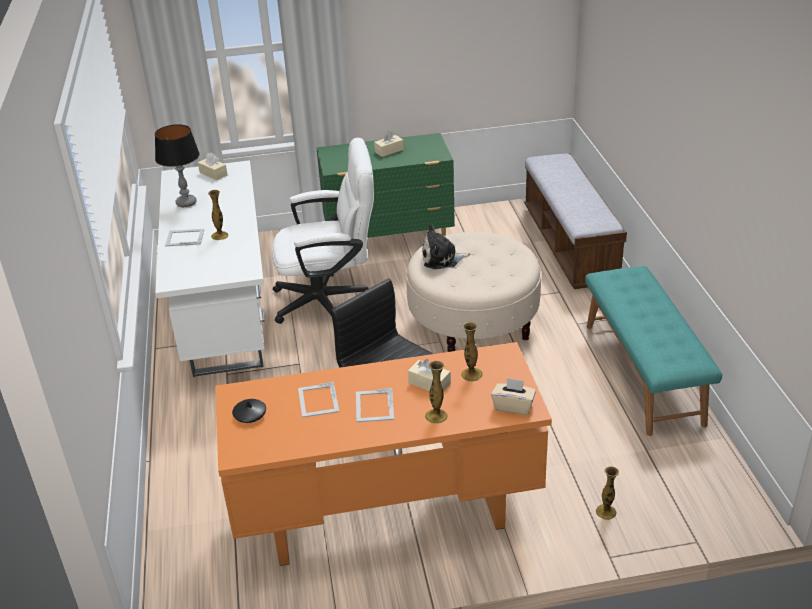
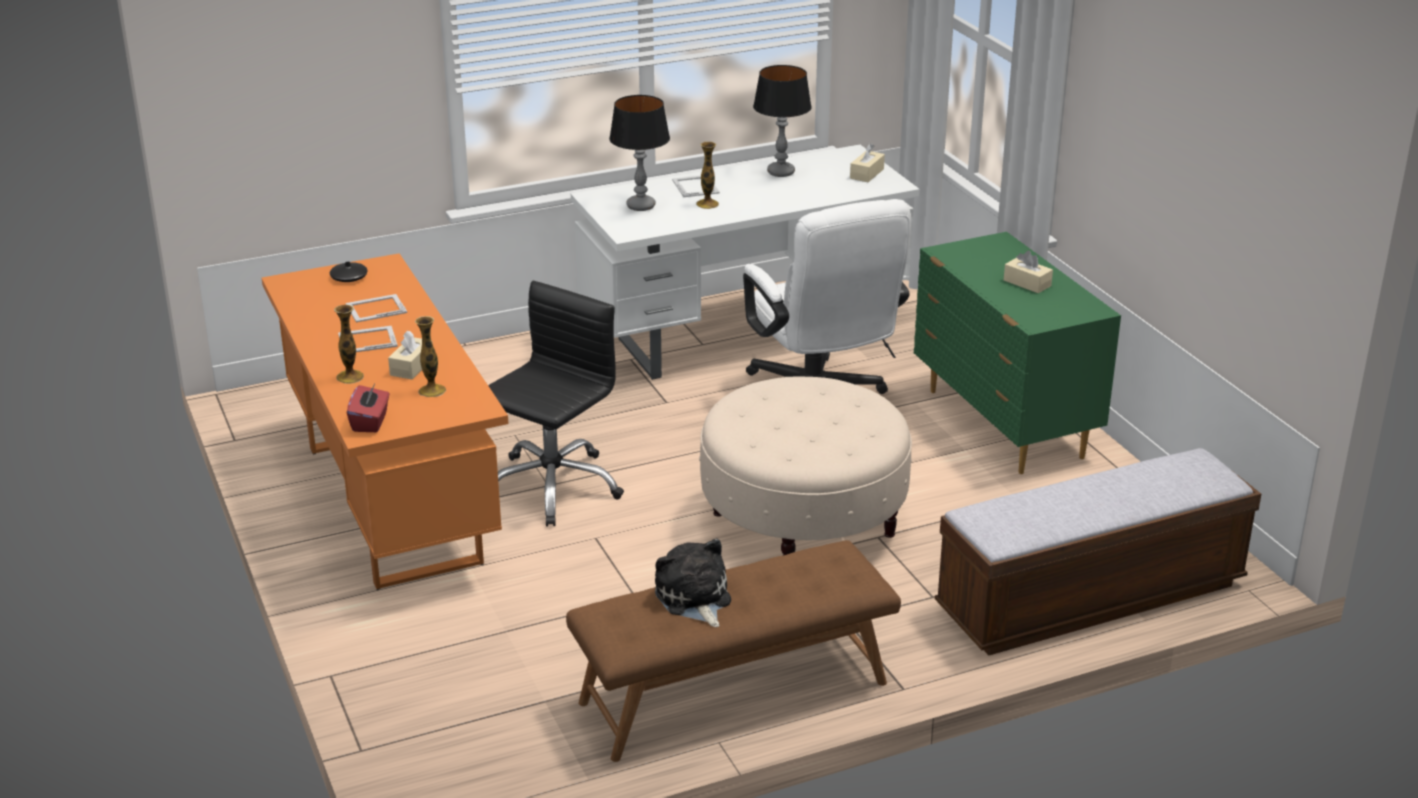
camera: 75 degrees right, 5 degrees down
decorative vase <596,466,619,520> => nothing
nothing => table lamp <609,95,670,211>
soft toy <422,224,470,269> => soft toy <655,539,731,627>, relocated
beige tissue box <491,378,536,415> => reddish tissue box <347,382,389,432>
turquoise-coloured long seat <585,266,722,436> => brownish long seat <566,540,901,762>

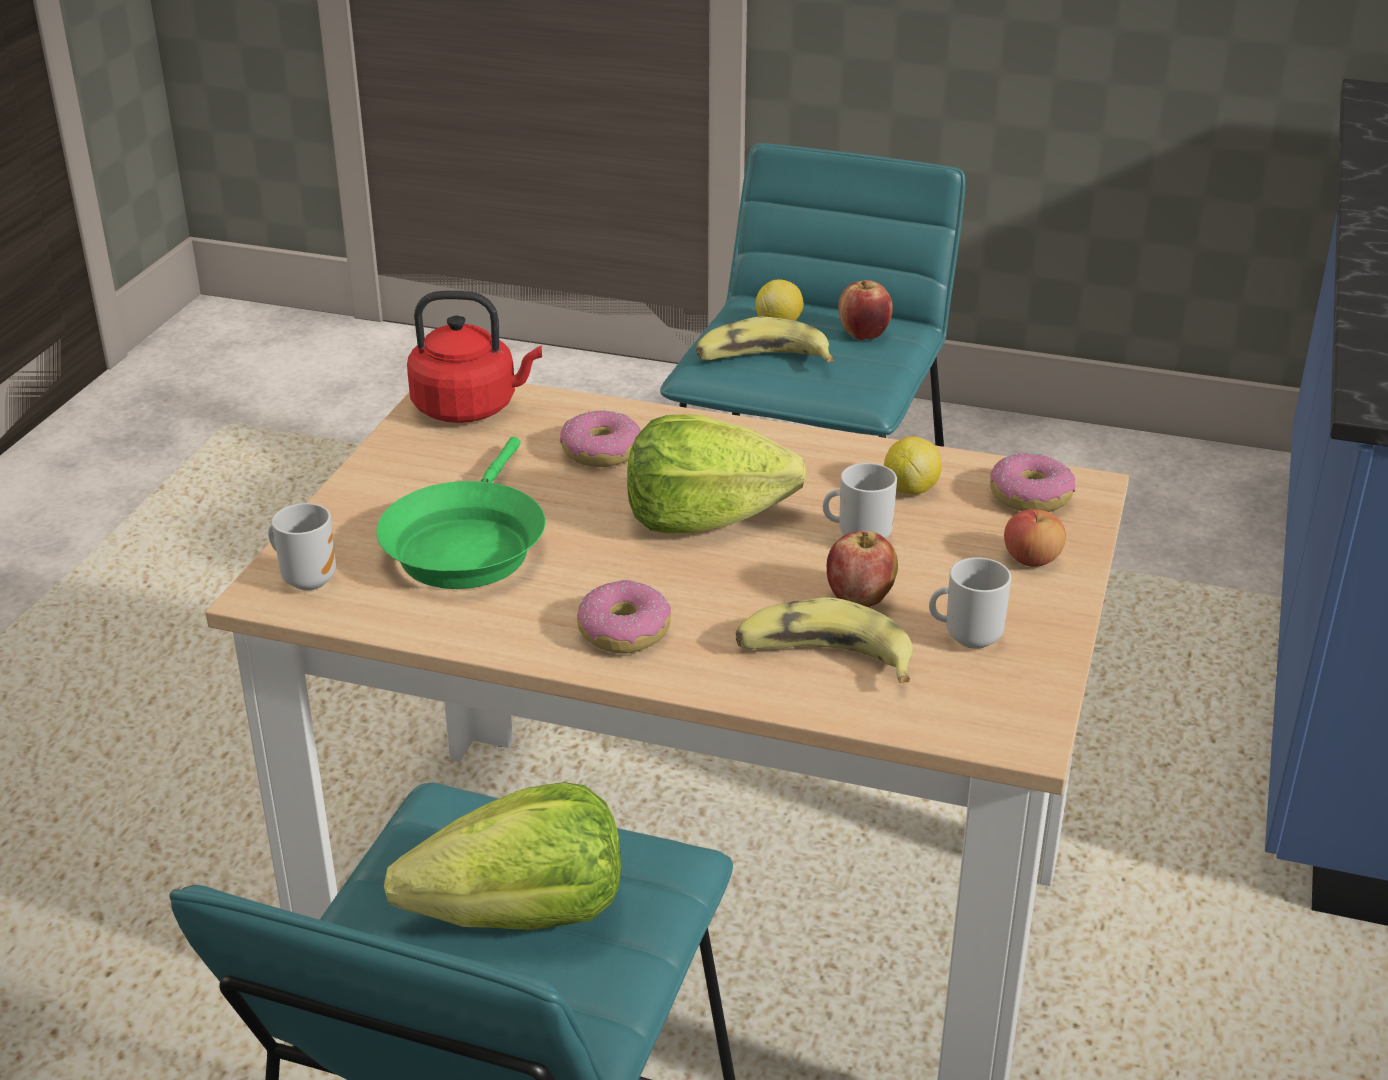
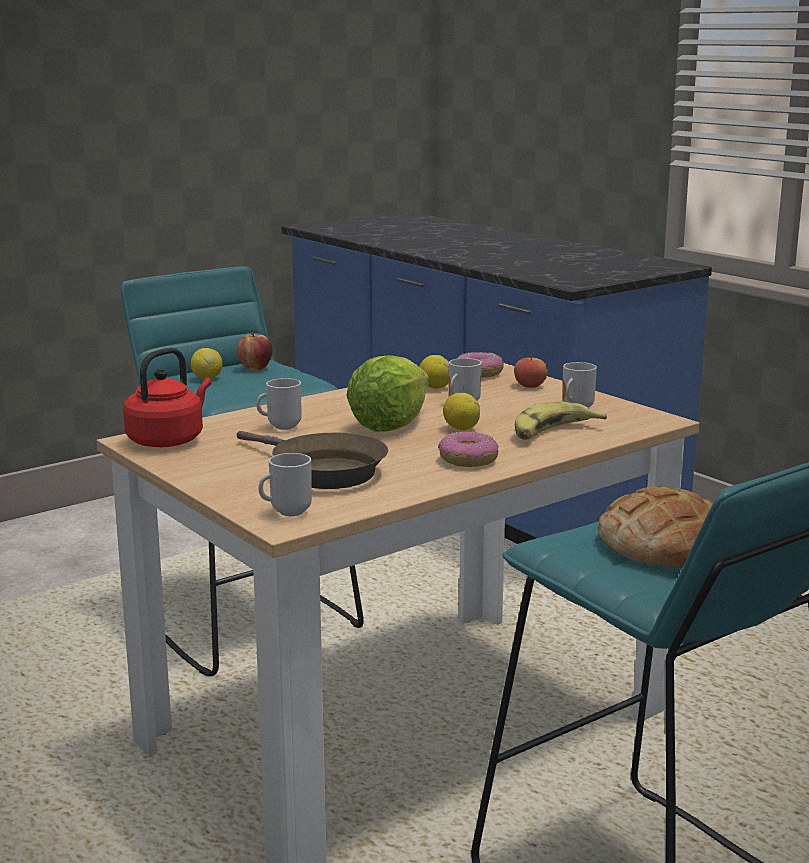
camera: 55 degrees left, 15 degrees down
whole banana <696,317,834,362> => nothing
apple <827,531,898,607> => nothing
nothing => whole lemon <443,393,480,430>
head of lettuce <384,782,621,930> => bakery bread <598,486,713,568>
donut <560,410,641,467> => mug <256,378,301,430>
green skillet <376,437,546,589> => brownish skillet <237,431,388,489>

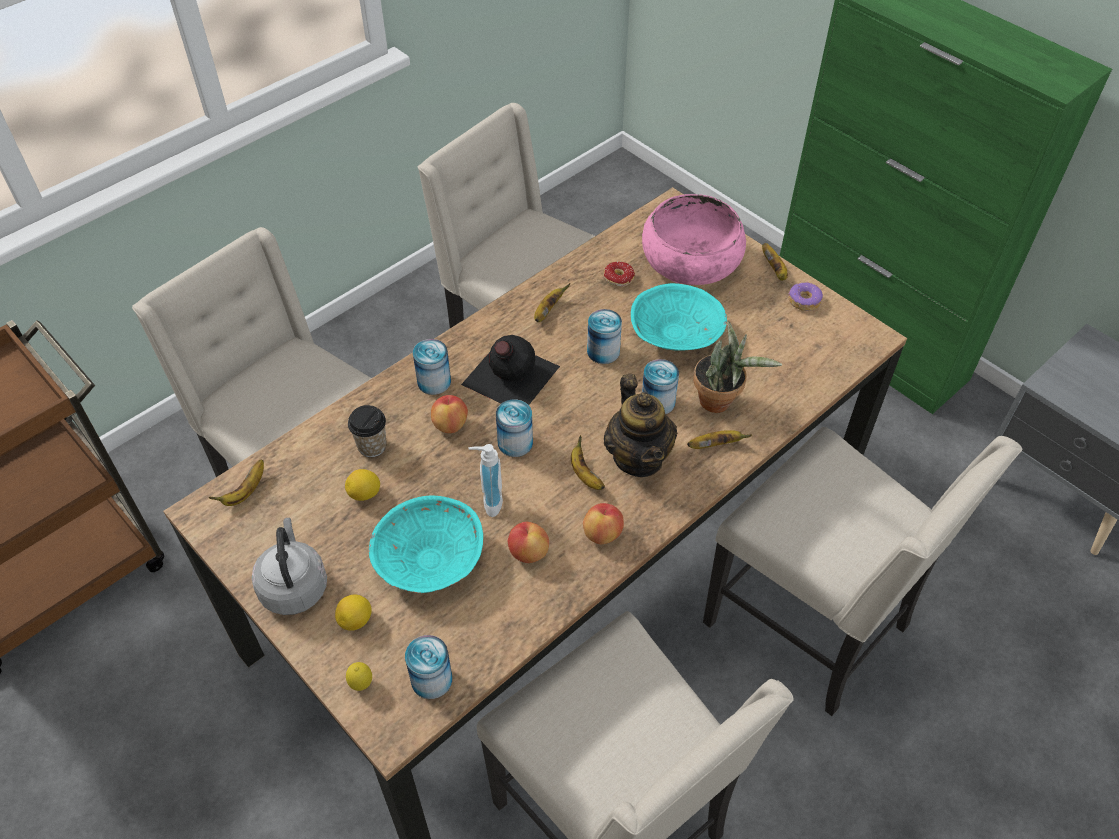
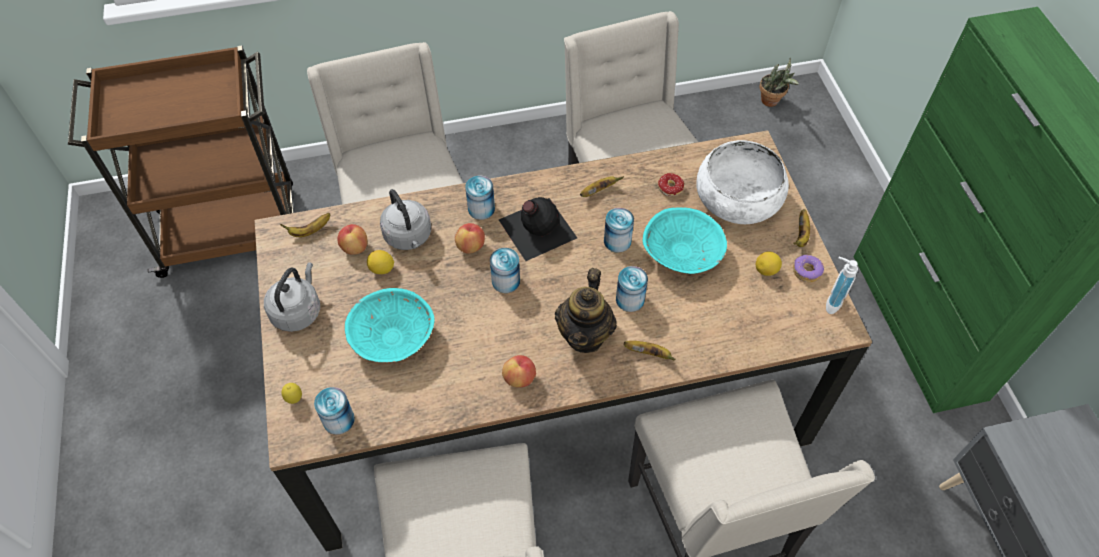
camera: 30 degrees right, 5 degrees up
whole banana <571,435,605,490> => nothing
whole lemon <335,594,371,631> => whole lemon <756,251,782,276>, relocated
liquid soap bottle <469,444,503,517> => liquid soap bottle <826,257,858,314>, relocated
apple <508,522,549,563> => apple <337,224,368,255>, relocated
houseplant <693,320,782,413> => houseplant <759,58,799,107>, relocated
small cup <348,405,387,457> => gray kettle <380,189,431,250>
pink-coloured bowl <642,194,746,285> => white bowl <696,140,789,224>

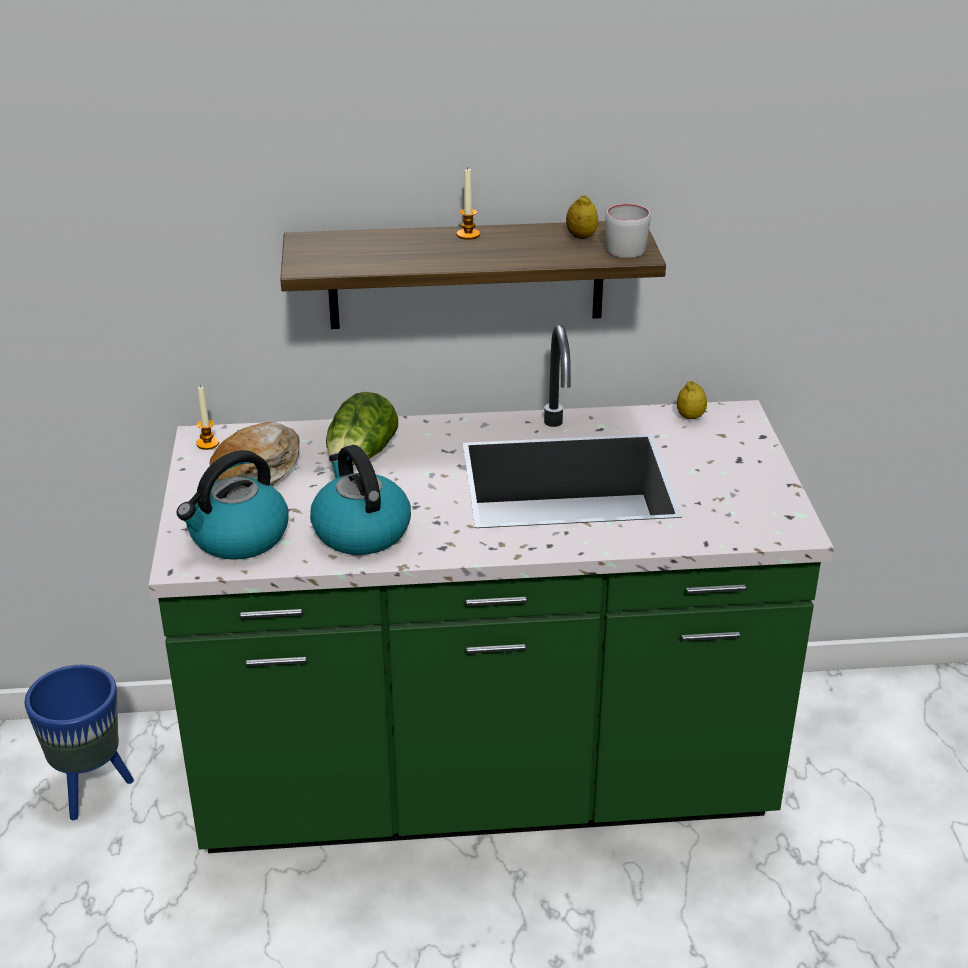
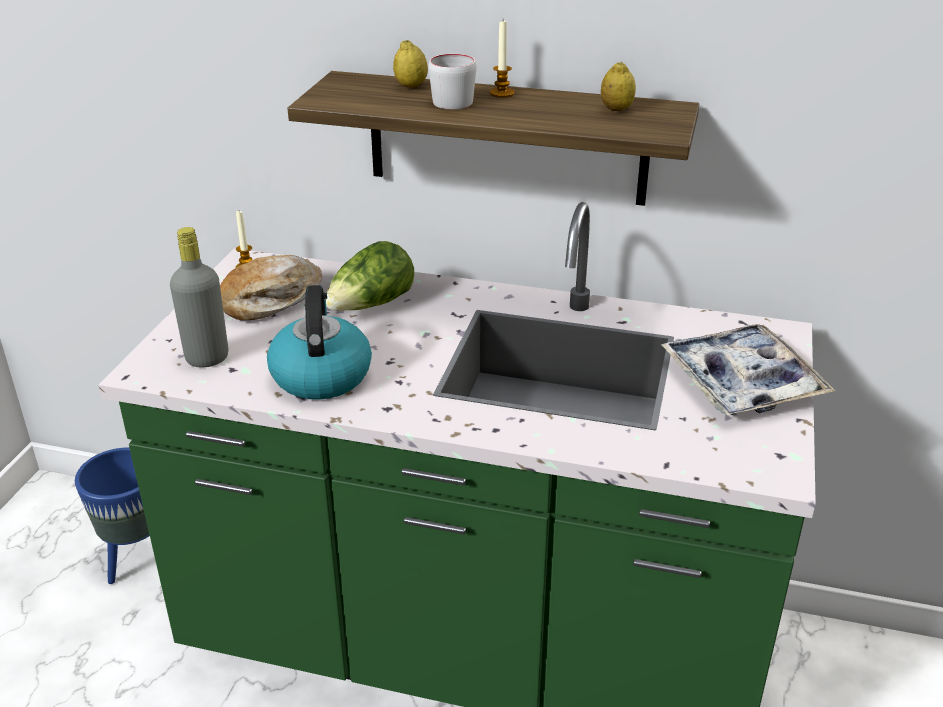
camera: 20 degrees right, 0 degrees up
nothing => tray <660,324,835,415>
gray mug <605,204,651,258> => gray mug <429,54,476,110>, relocated
whole lemon <677,381,707,419> => whole lemon <393,40,428,88>, relocated
kettle <177,450,288,560> => gray drink bottle <170,227,228,367>

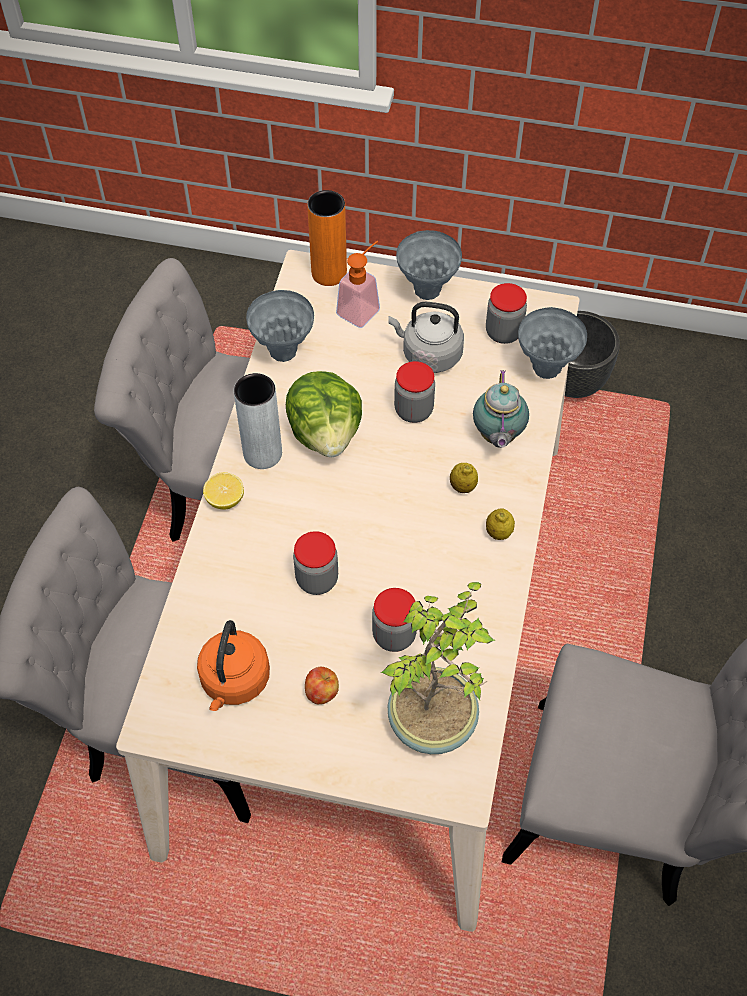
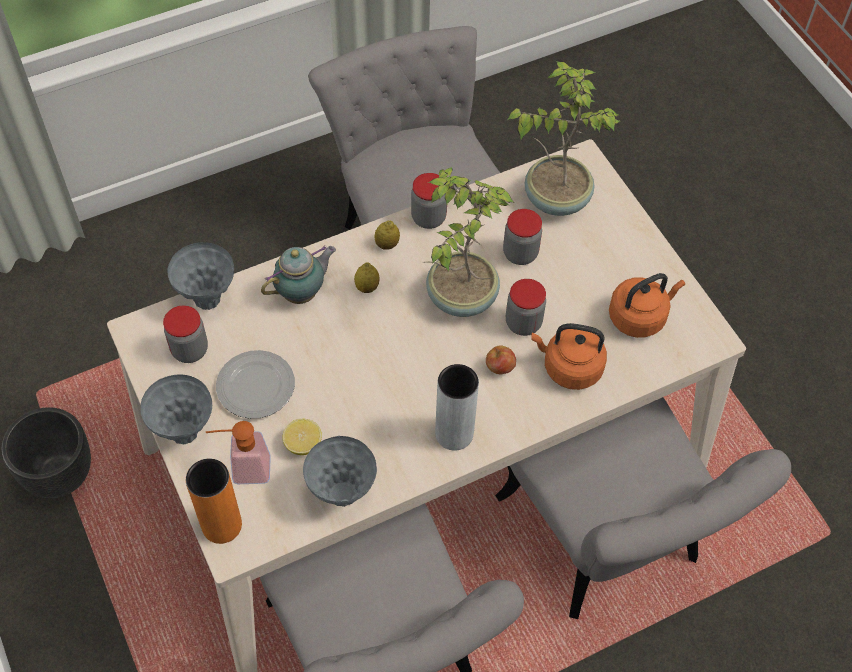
camera: 130 degrees left, 0 degrees up
head of lettuce <286,371,362,457> => nothing
nothing => houseplant <423,167,514,317>
nothing => orangey kettle <531,323,607,390>
whole lemon <203,472,244,509> => whole lemon <283,419,322,455>, relocated
apple <305,667,339,704> => apple <486,345,516,374>, relocated
jar <394,361,435,423> => jar <411,173,447,229>, relocated
gray kettle <388,302,464,373> => dinner plate <216,350,295,419>

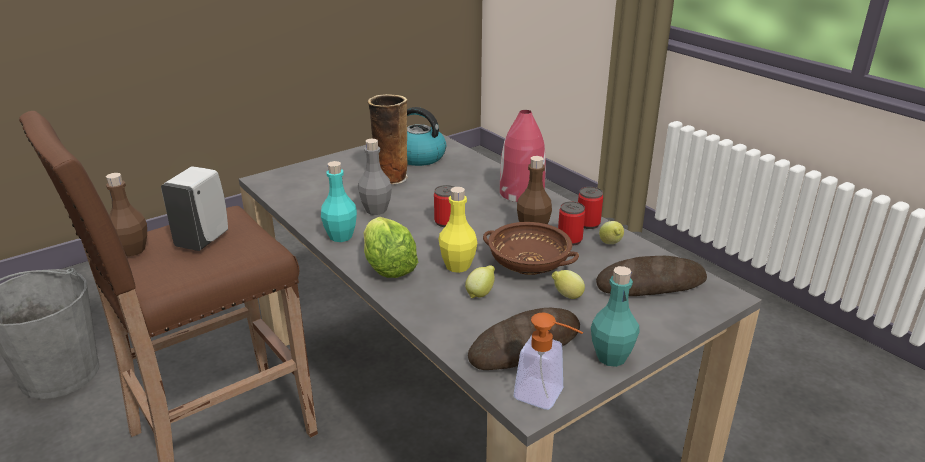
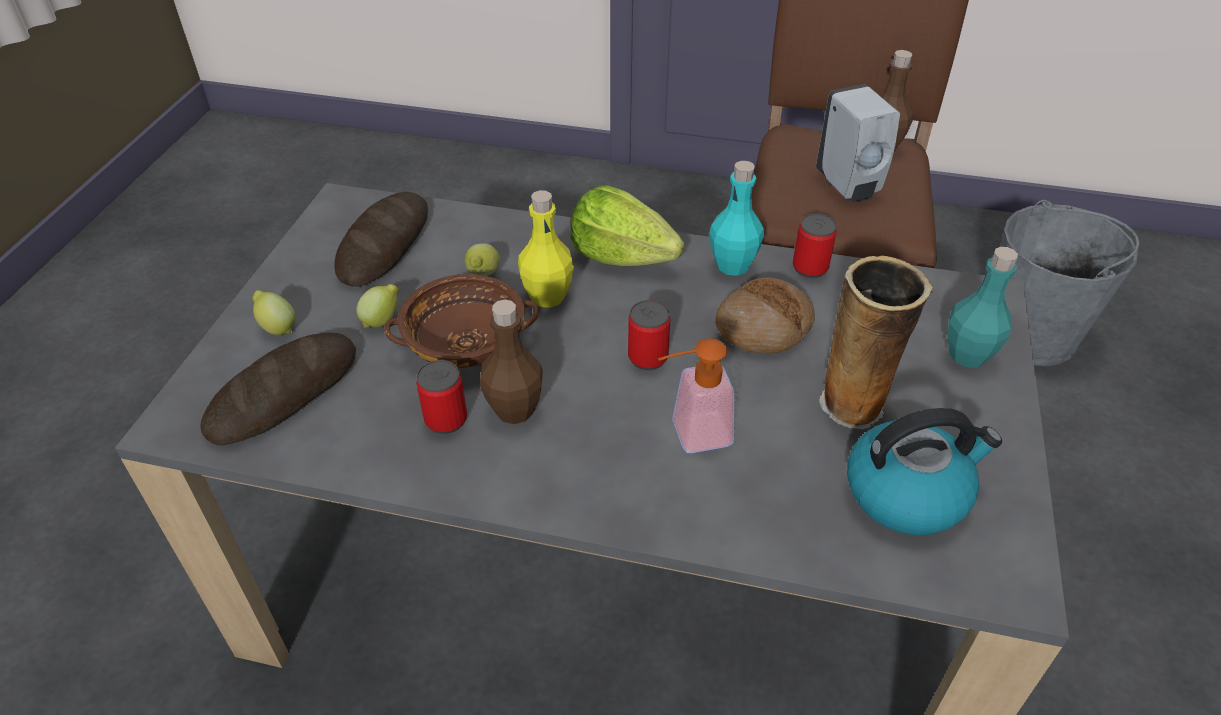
camera: 140 degrees right, 15 degrees up
reddish decorative vase <500,110,546,202> => nothing
liquid soap bottle <514,313,583,410> => liquid soap bottle <658,338,734,453>, relocated
metal can <578,187,603,229> => metal can <793,213,837,278>, relocated
turquoise-coloured drink bottle <591,266,640,367> => turquoise-coloured drink bottle <947,247,1018,368>, relocated
whole lemon <599,221,624,244> => whole lemon <252,290,296,335>, relocated
gray drink bottle <358,139,392,215> => bakery bread <715,278,815,354>

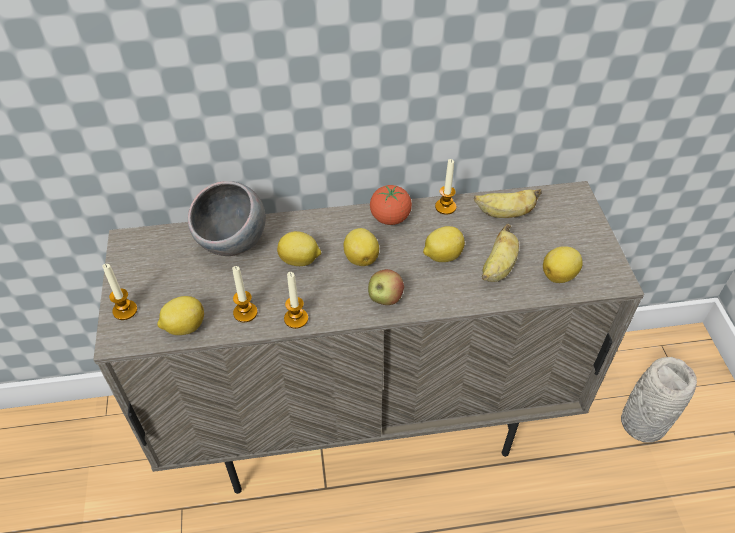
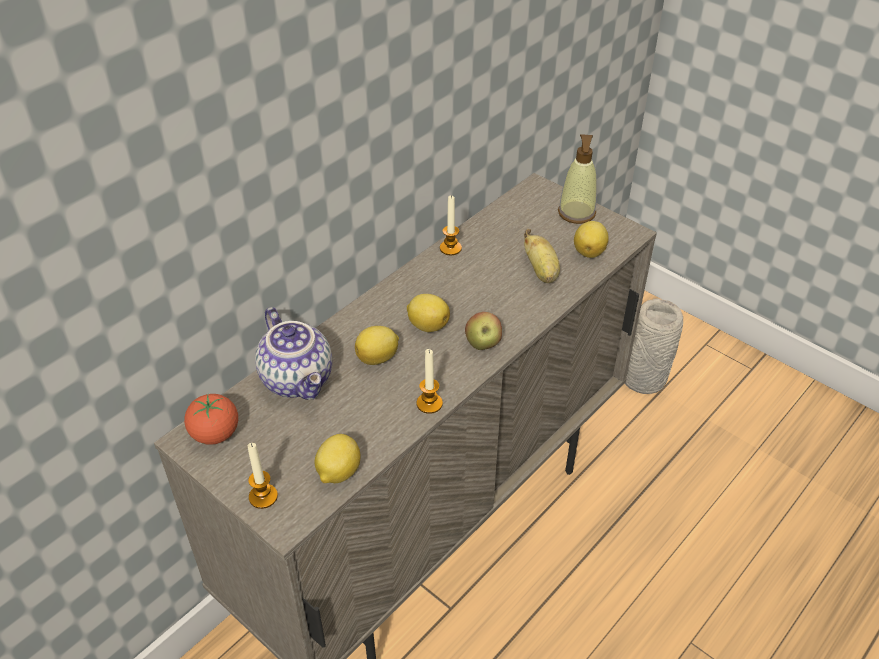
camera: 40 degrees left, 5 degrees down
wax light <232,266,258,322> => nothing
whole lemon <423,226,465,262> => nothing
whole banana <474,189,542,218> => nothing
nothing => liquid soap bottle <558,134,597,224>
fresh tomato <370,185,412,225> => fresh tomato <184,394,238,445>, relocated
gray bowl <188,181,266,256> => pot for tea <255,307,332,400>

